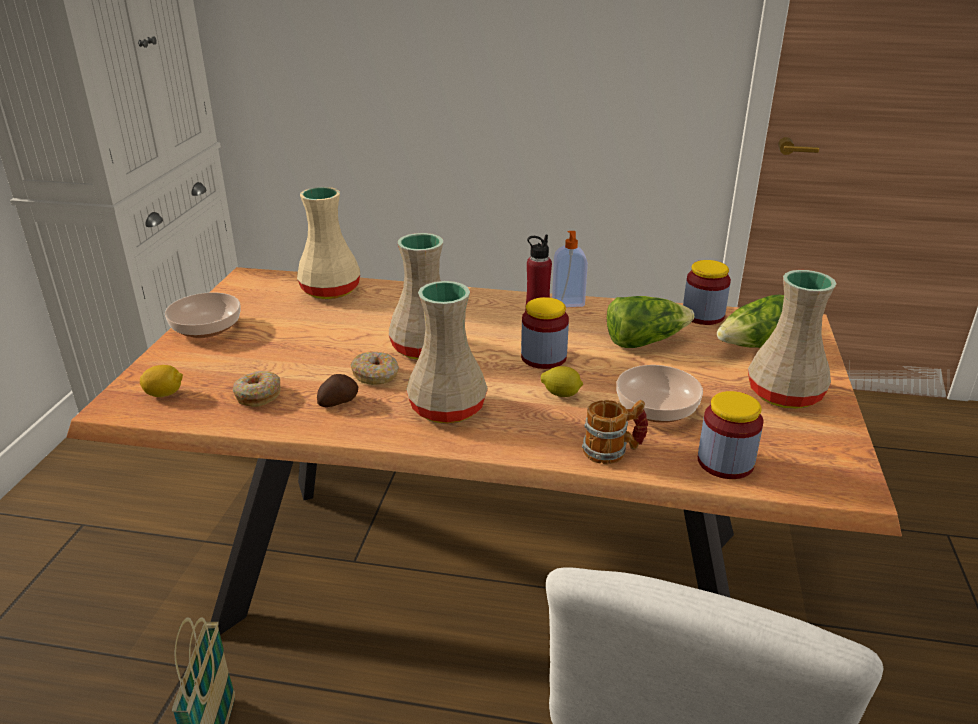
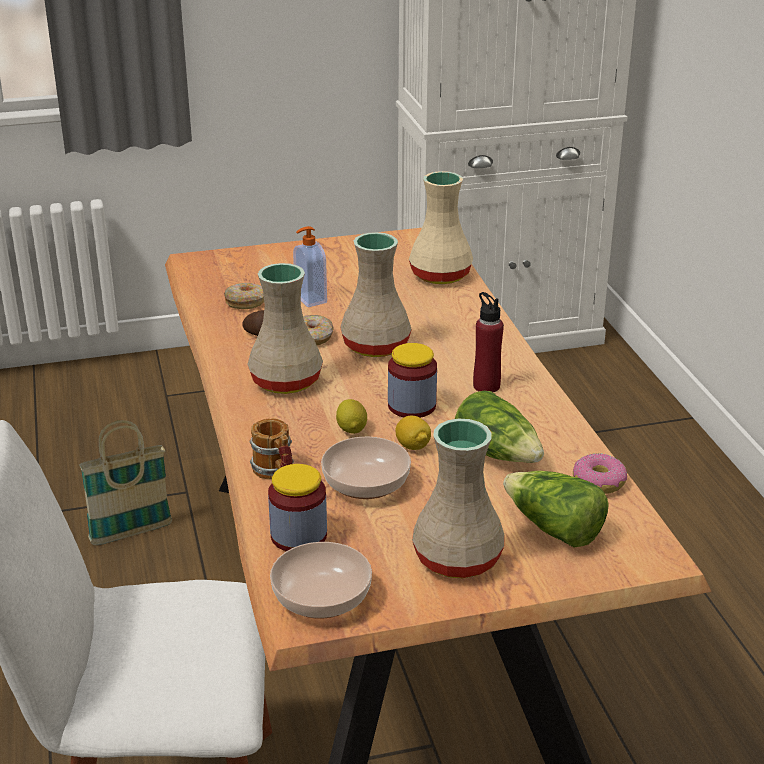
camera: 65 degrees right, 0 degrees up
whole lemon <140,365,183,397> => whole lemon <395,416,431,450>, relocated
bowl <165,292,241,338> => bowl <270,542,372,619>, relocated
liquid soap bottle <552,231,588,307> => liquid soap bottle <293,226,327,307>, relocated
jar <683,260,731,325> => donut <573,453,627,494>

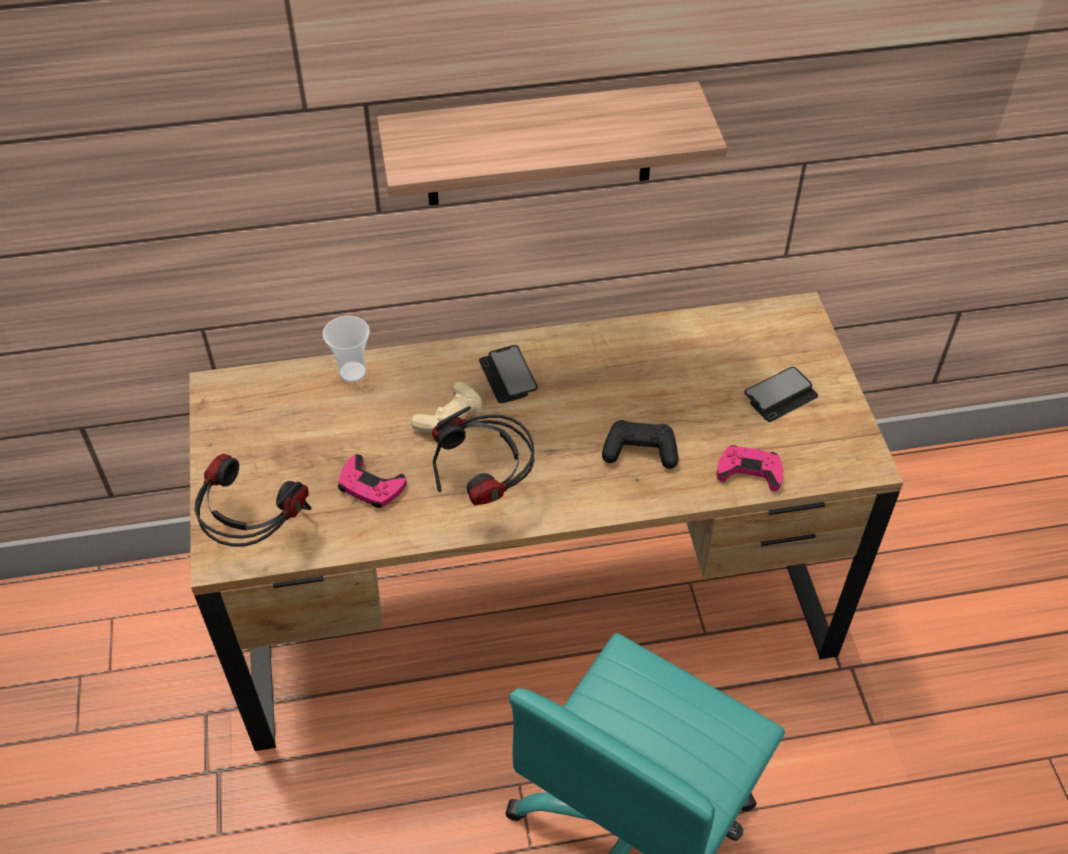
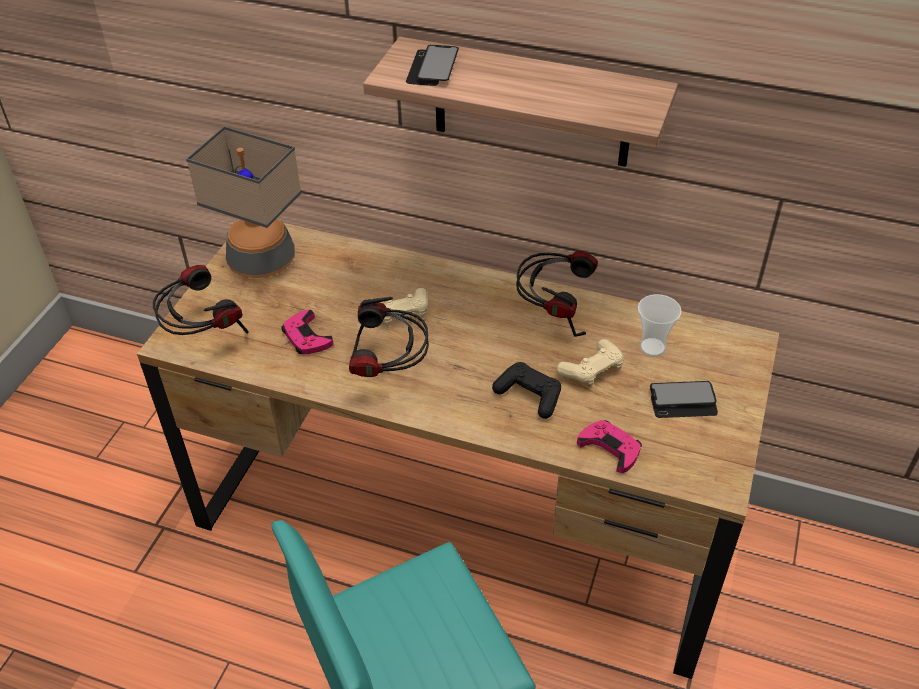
camera: 30 degrees right, 5 degrees down
nothing => table lamp <186,126,302,278>
nothing => headset <516,251,598,337>
nothing => beige gamepad <556,339,624,387>
small cup <323,316,370,382> => small cup <638,294,682,357>, relocated
handset <479,345,538,403> => handset <406,45,459,86>, relocated

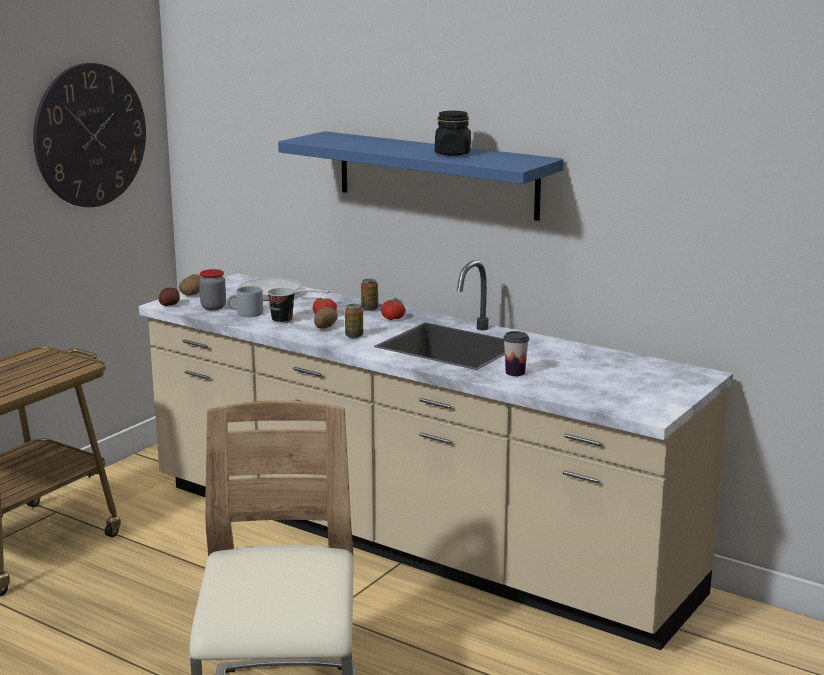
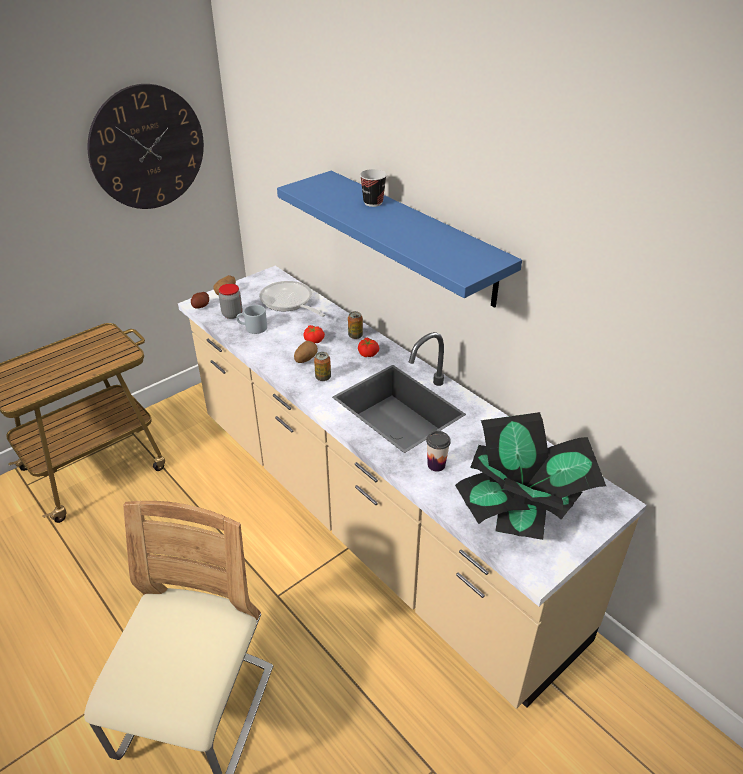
camera: 15 degrees right, 20 degrees up
black-coloured jar <435,111,471,156> => nothing
nothing => houseplant <455,412,606,540>
small cup <267,288,295,324> => small cup <360,169,387,207>, relocated

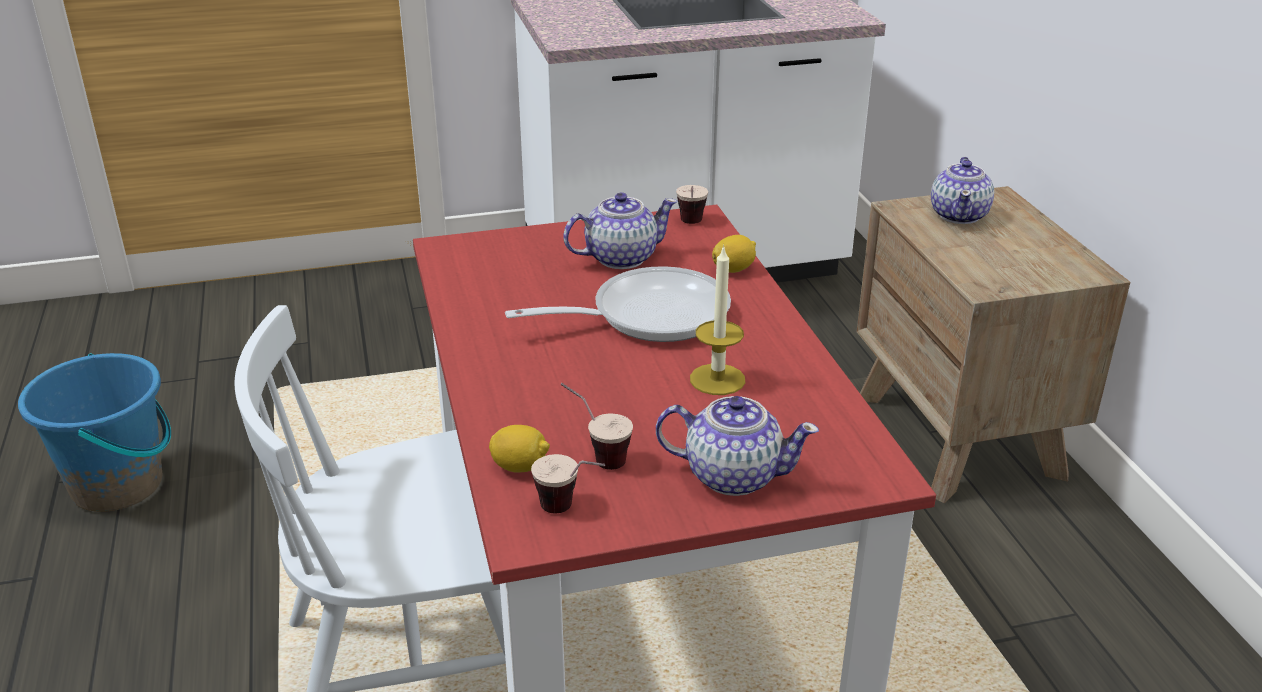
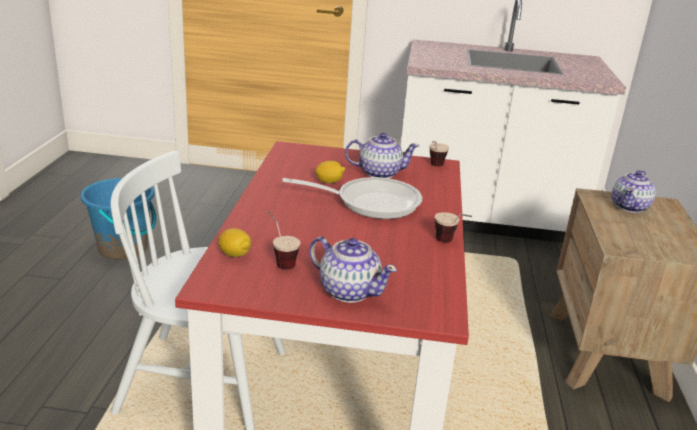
camera: 20 degrees right, 5 degrees down
wax light <690,245,745,395> => nothing
small cup <531,454,605,513> => small cup <435,212,472,243>, relocated
whole lemon <712,235,756,273> => whole lemon <315,161,345,183>, relocated

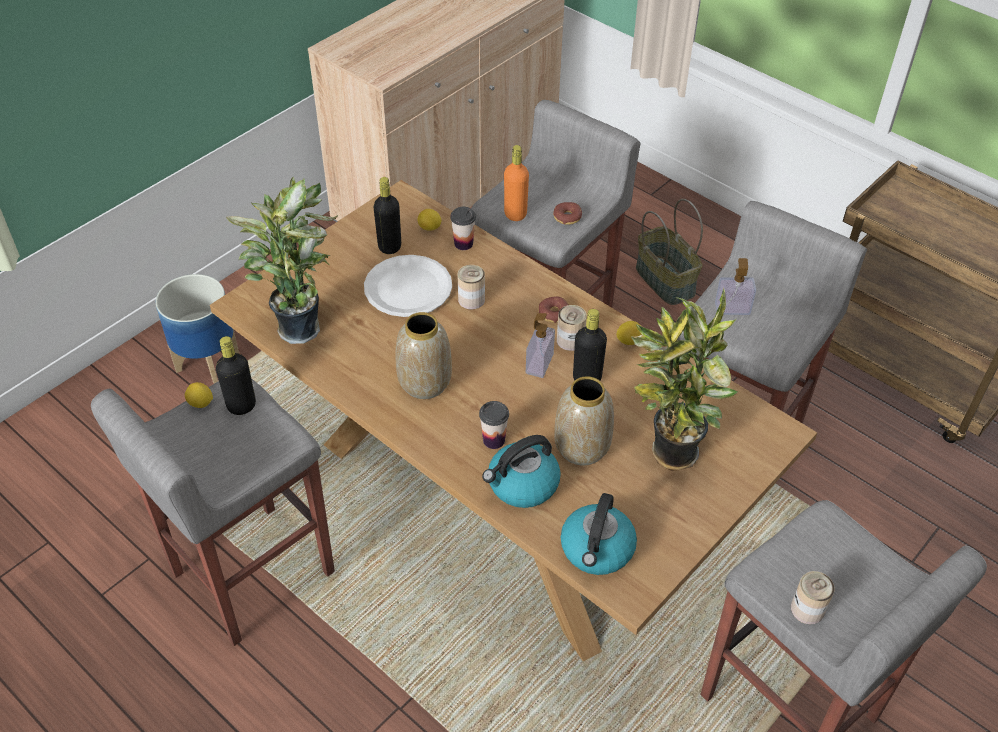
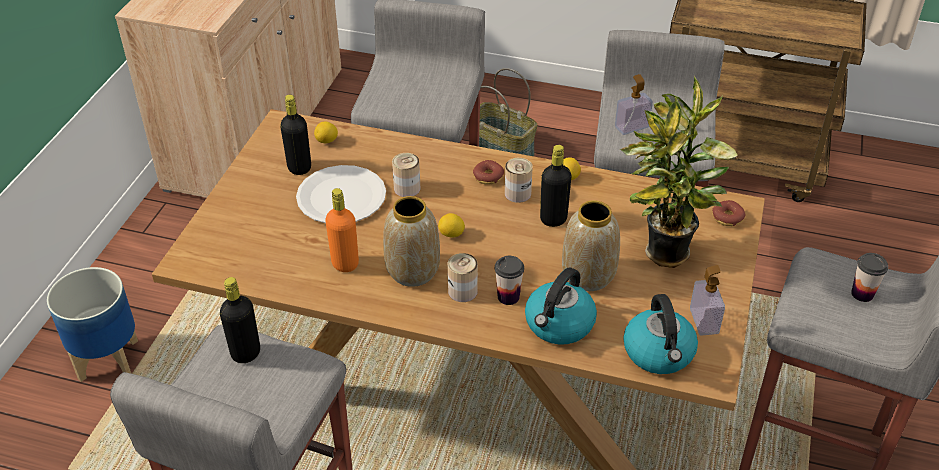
camera: 25 degrees left, 5 degrees down
houseplant <226,177,338,344> => nothing
whole lemon <185,382,213,408> => whole lemon <438,213,465,237>, relocated
small cup <450,207,476,250> => small cup <851,253,888,302>, relocated
orangey drink bottle <504,145,529,221> => orangey drink bottle <325,188,359,272>, relocated
liquid soap bottle <526,313,555,378> => liquid soap bottle <690,265,725,336>, relocated
donut <553,202,582,225> => donut <712,200,745,226>, relocated
metal can <791,571,835,624> => metal can <448,253,478,302>, relocated

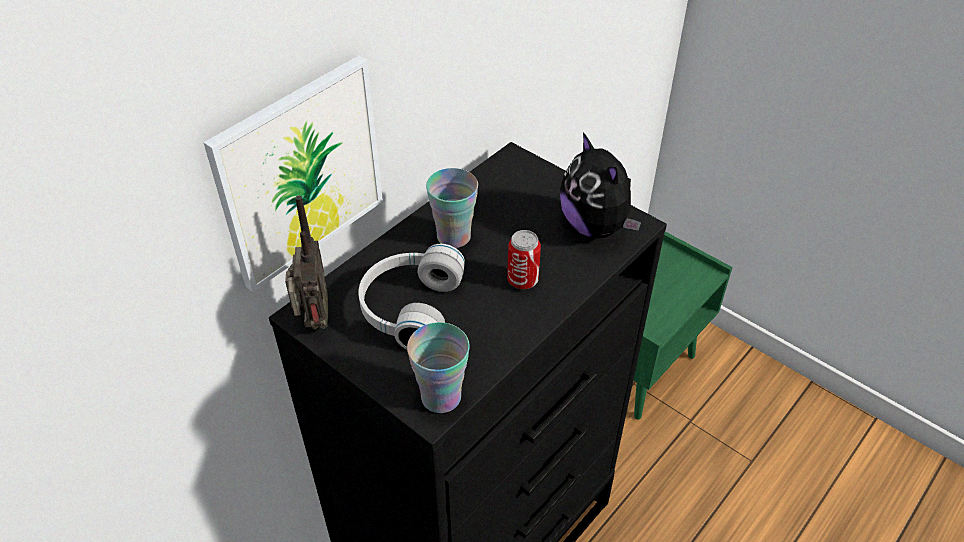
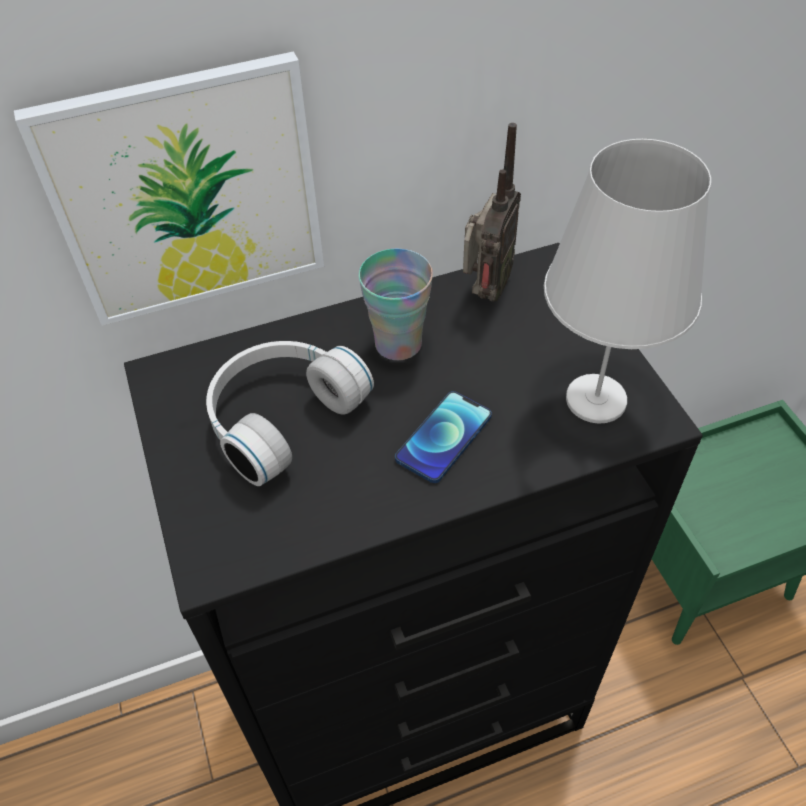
camera: 30 degrees right, 5 degrees up
small cup <407,322,470,413> => nothing
radio set <285,196,328,329> => radio set <463,123,521,302>, relocated
metal can <507,230,541,289> => handset <395,391,492,483>
soft toy <560,132,641,239> => white table lamp <544,139,711,424>

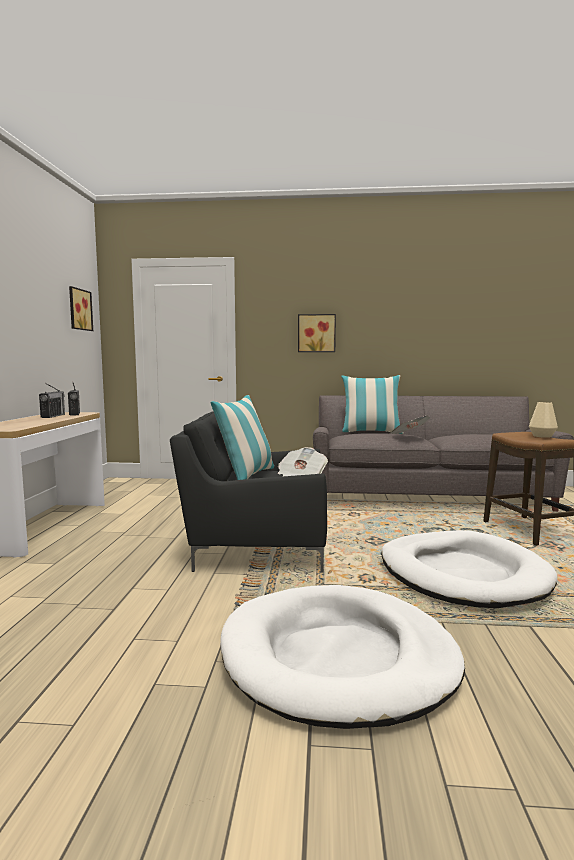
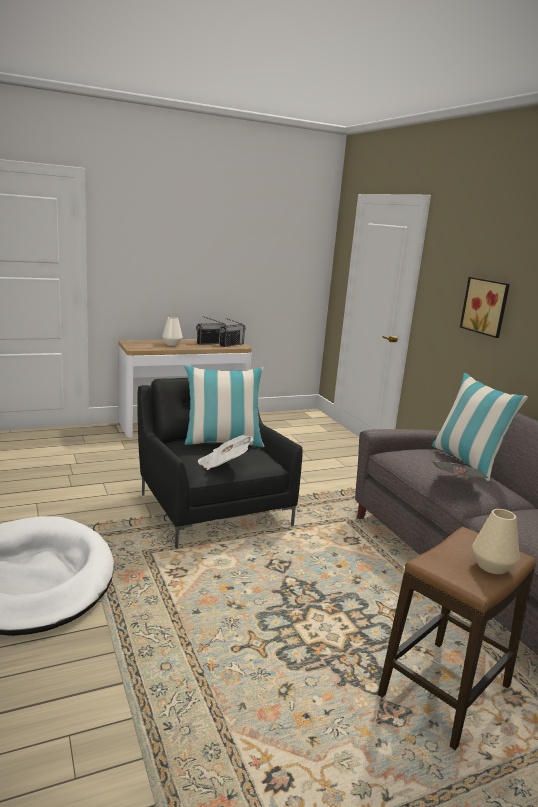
camera: 60 degrees right, 10 degrees up
wall art <69,286,93,331> => nothing
white dog bed <381,530,558,608> => nothing
nothing => white decorative vase <162,317,183,346>

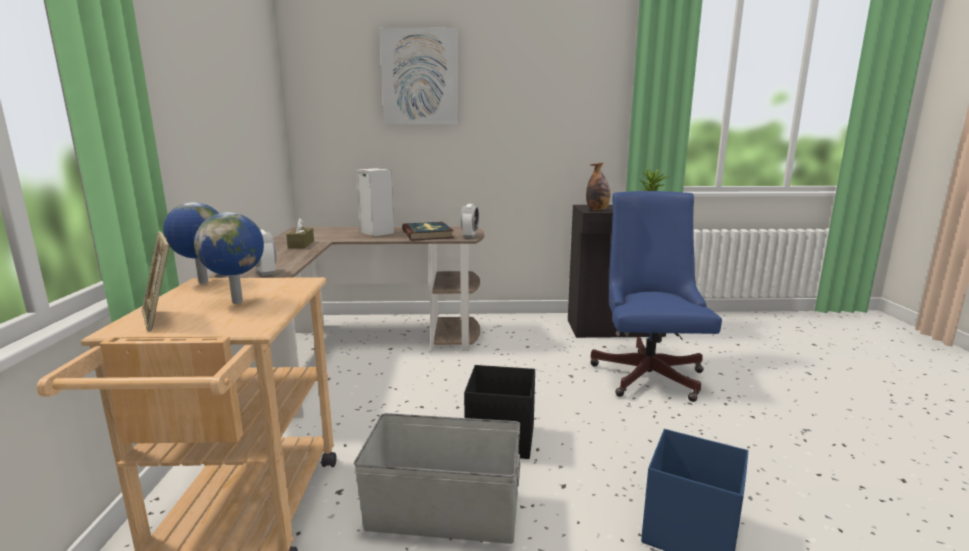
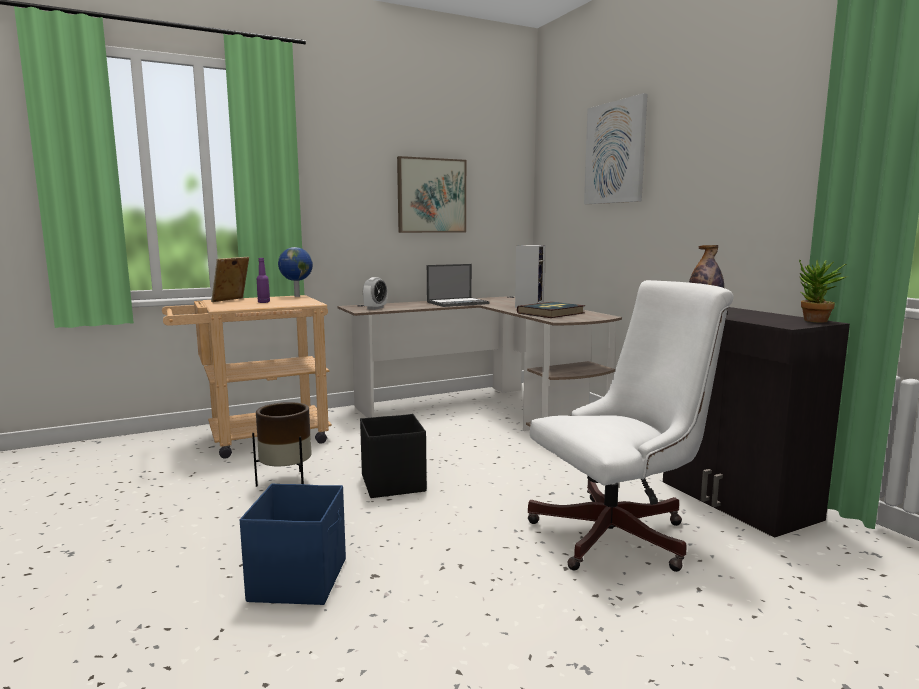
camera: 65 degrees right, 5 degrees down
bedside clock <460,204,479,238> => nothing
nothing => wall art <397,156,466,233>
desk globe <194,212,264,304> => purple drink bottle <257,258,270,303>
brownish tissue box <286,218,314,248> => laptop <427,264,490,307>
gray storage bin <354,413,520,544> => brownish plant pot <252,402,312,487>
blue office chair <591,191,722,402> => white office chair <528,280,734,572>

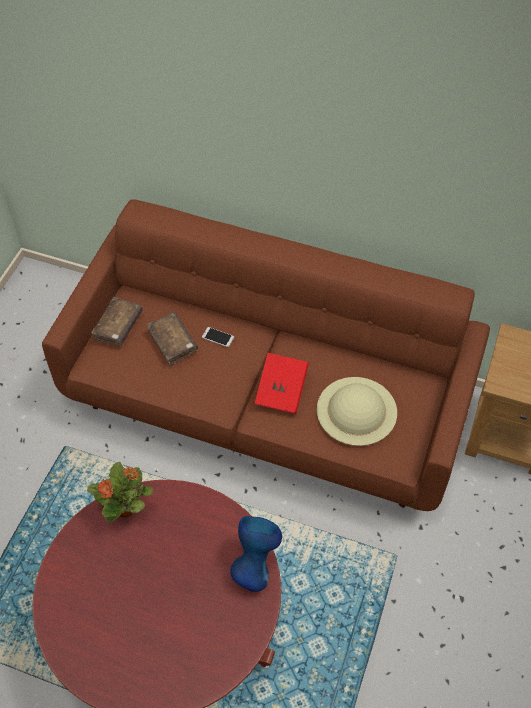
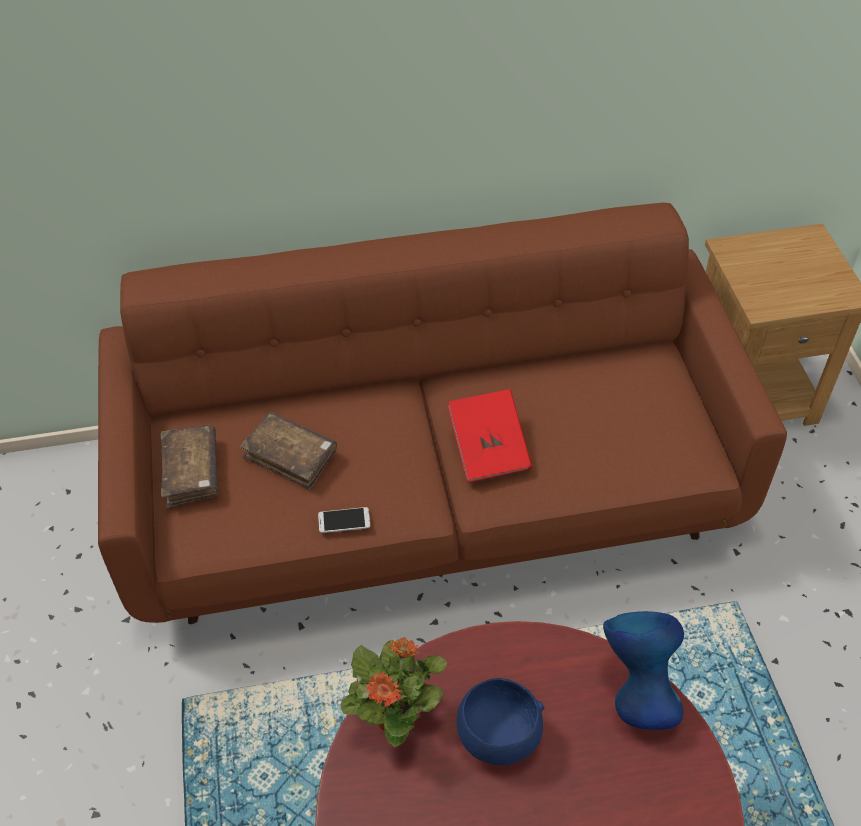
camera: 30 degrees left, 5 degrees down
beige wearable hat <317,377,397,446> => nothing
nothing => blue bowl <457,678,544,765>
handset <202,327,234,347> => handset <318,507,370,533>, relocated

